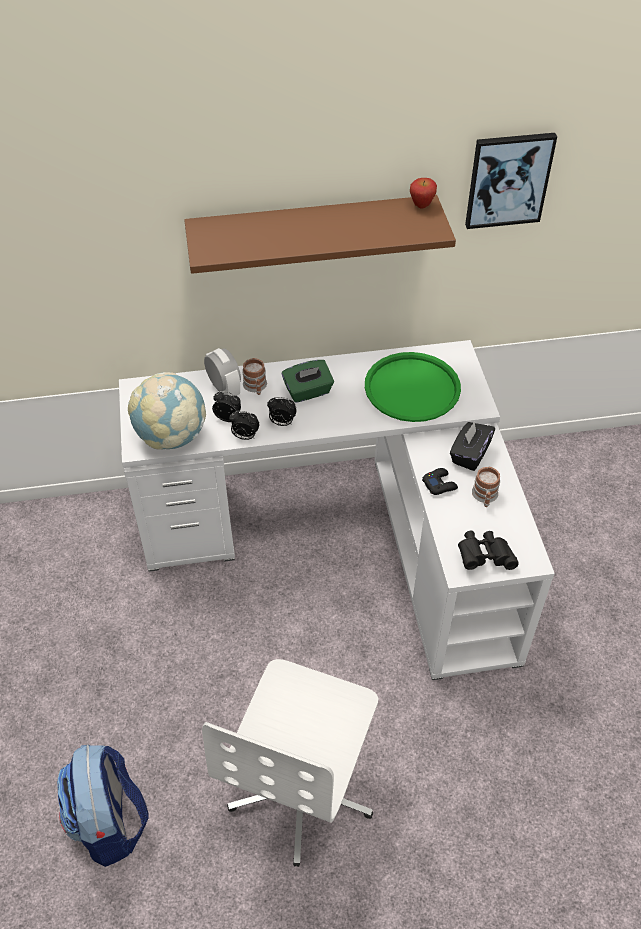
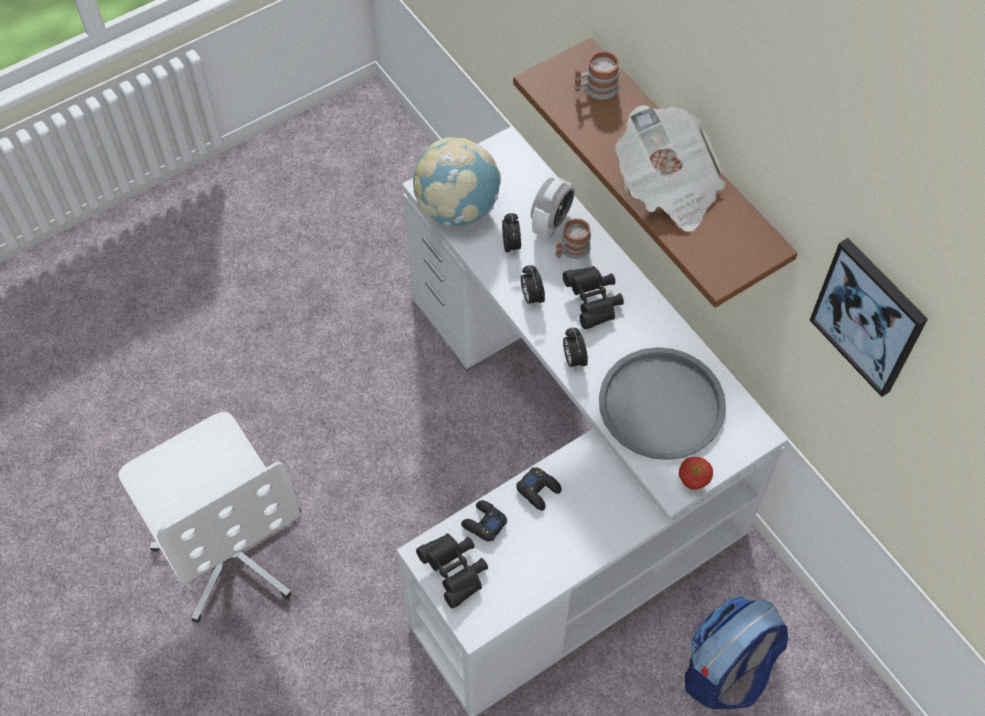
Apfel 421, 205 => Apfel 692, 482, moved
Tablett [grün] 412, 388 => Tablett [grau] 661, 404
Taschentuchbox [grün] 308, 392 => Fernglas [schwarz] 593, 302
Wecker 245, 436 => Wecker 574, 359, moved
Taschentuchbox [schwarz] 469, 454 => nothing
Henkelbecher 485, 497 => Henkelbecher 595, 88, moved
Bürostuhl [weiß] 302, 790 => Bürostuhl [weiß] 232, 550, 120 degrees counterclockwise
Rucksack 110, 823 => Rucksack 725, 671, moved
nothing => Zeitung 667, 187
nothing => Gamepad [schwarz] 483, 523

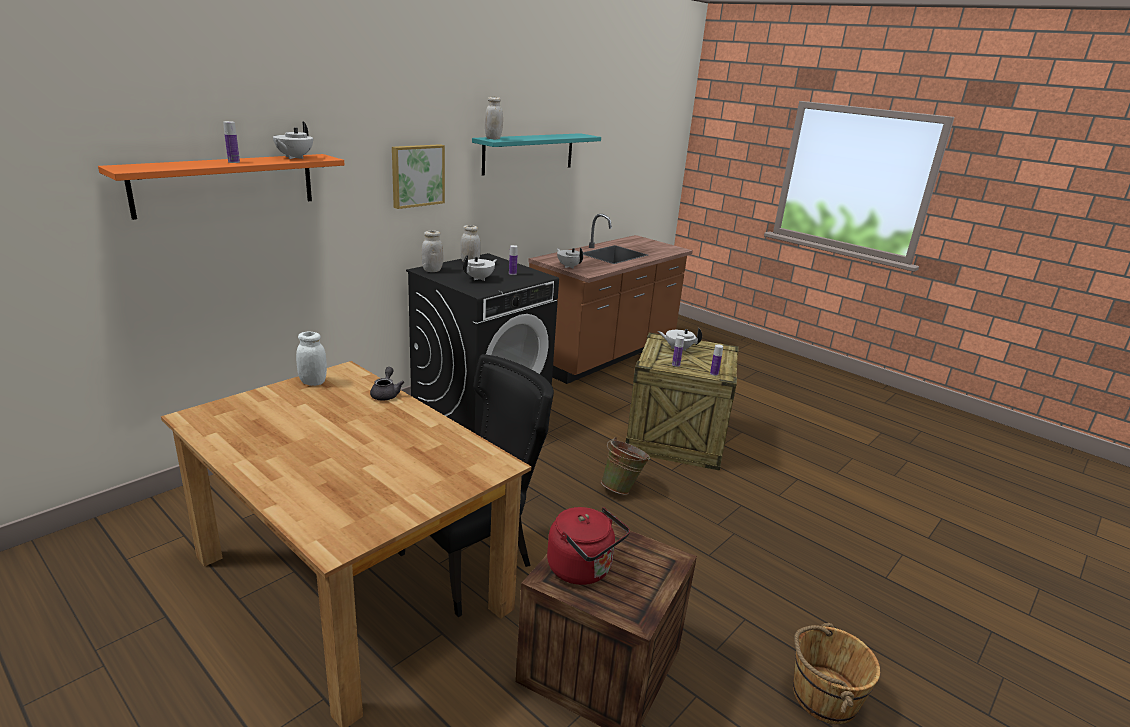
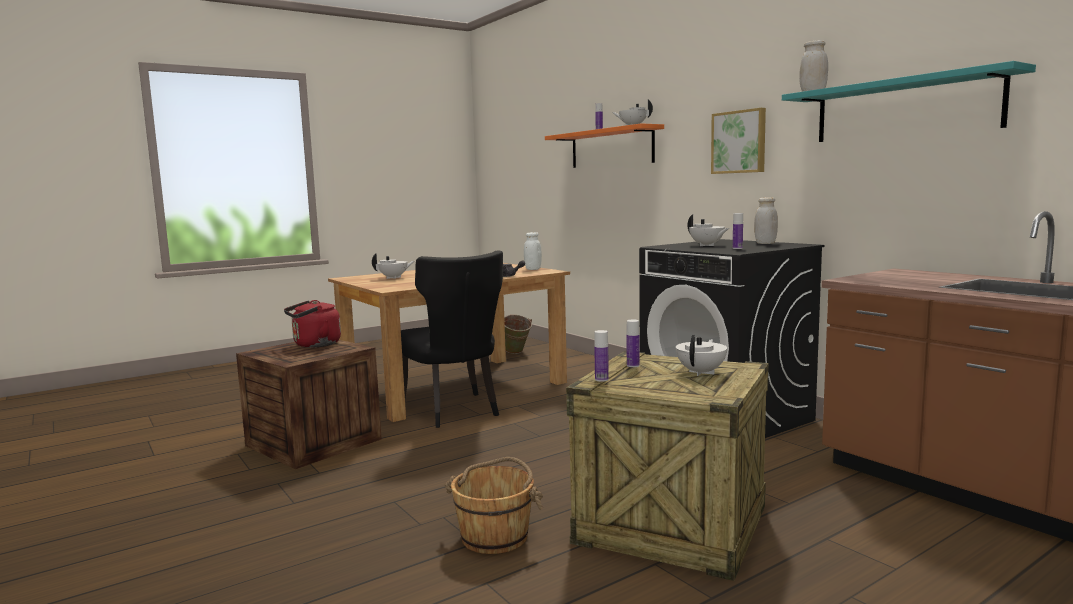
Vorratsglas [weiß] 432, 270 => nothing
Teekanne [weiß] 569, 266 => Teekanne [weiß] 394, 278, moved
Eimer [grün] 622, 488 => Eimer [grün] 516, 353, moved
Eimer [braun] 823, 696 => Eimer [braun] 495, 536, moved

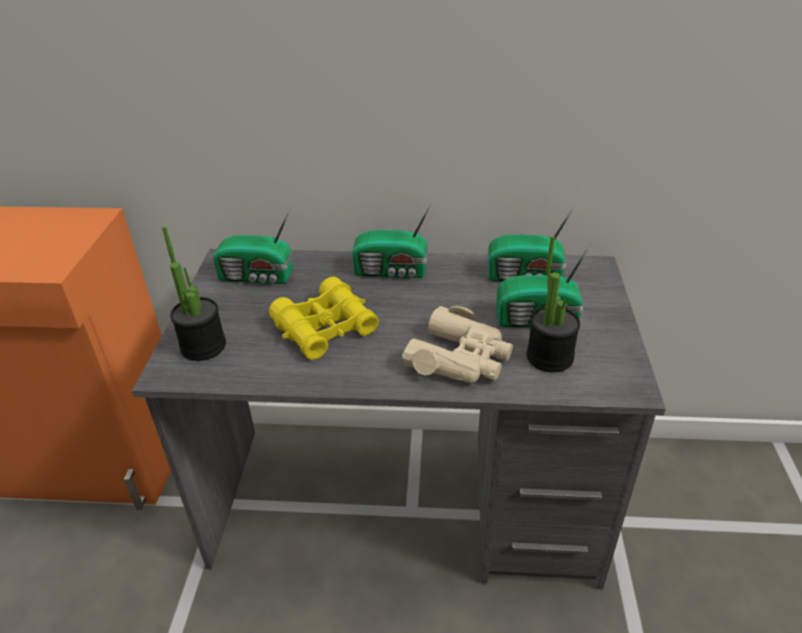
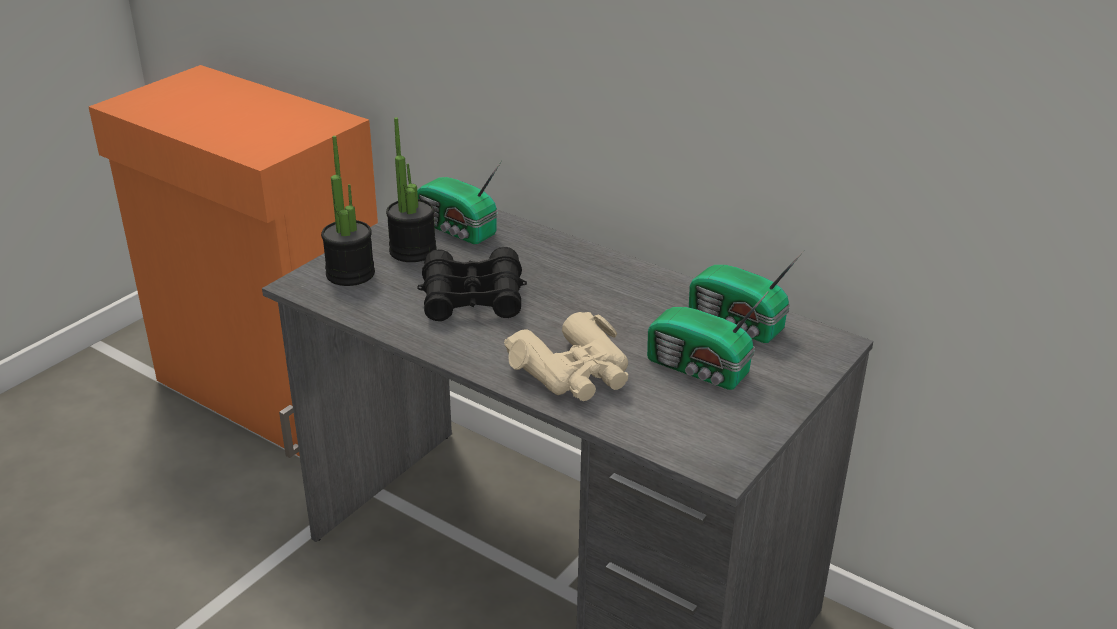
Radio 392, 271 => nothing
Topfpflanze 549, 357 => Topfpflanze 413, 251, moved
Fernglas [gelb] 325, 328 => Fernglas [schwarz] 473, 298

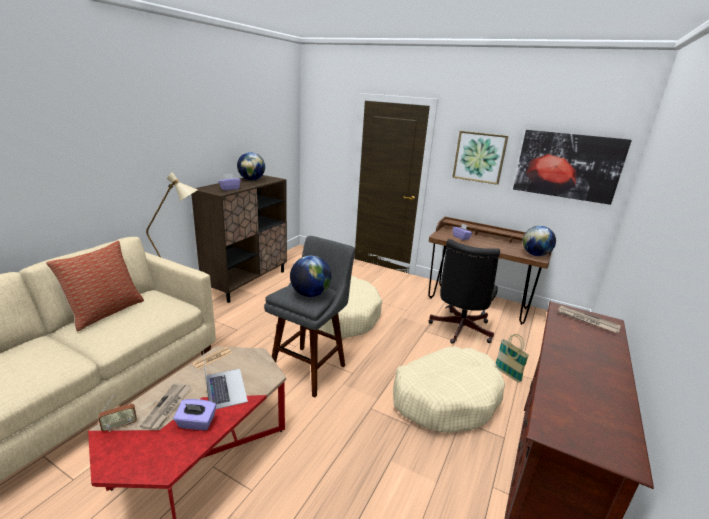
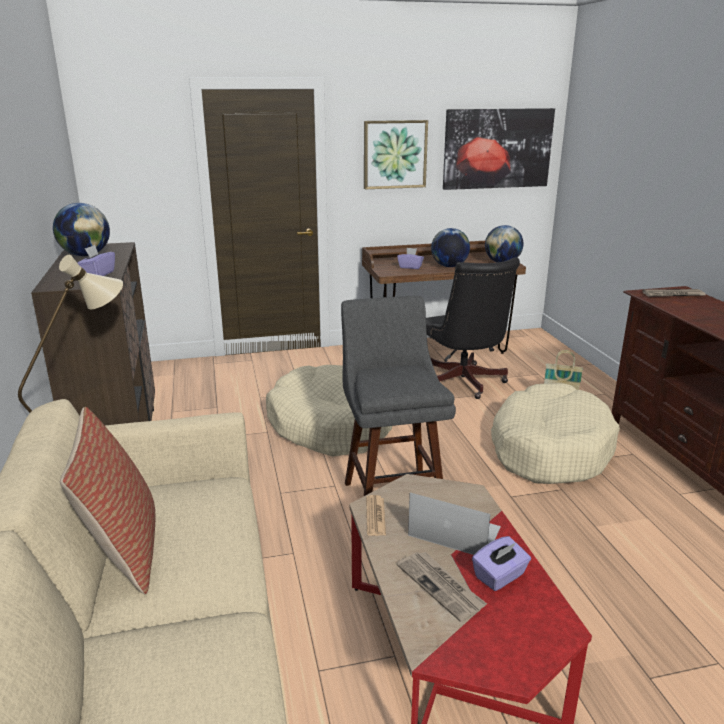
Globus 310, 294 => Globus 449, 266, moved
Radio 120, 426 => nothing

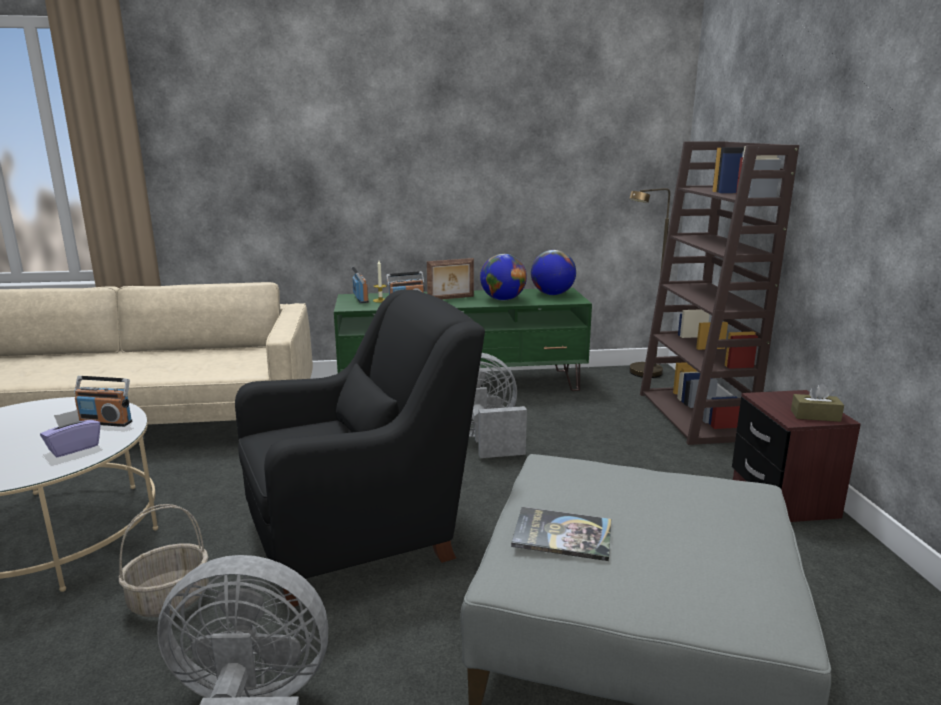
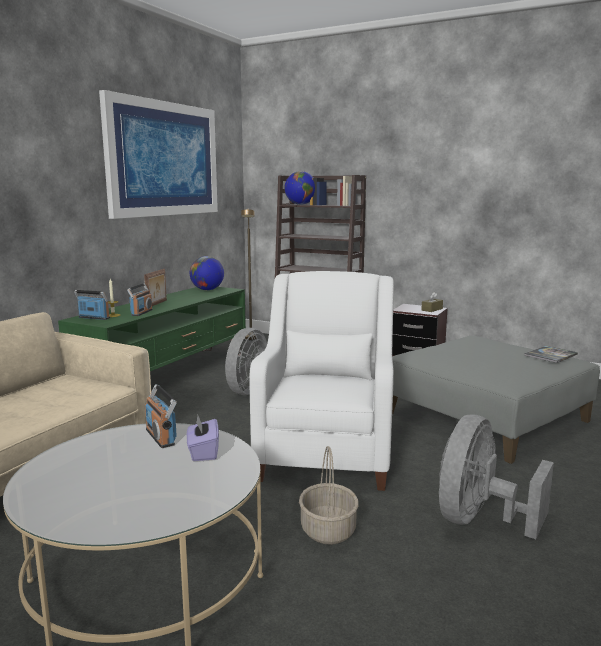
Globus 503, 299 => Globus 300, 204, moved
Sessel [schwarz] 361, 535 => Sessel [weiß] 326, 452
Radio 106, 422 => Radio 161, 437, 105 degrees clockwise
Buch 562, 535 => Buch 550, 355, moved
nothing => Bild 164, 159

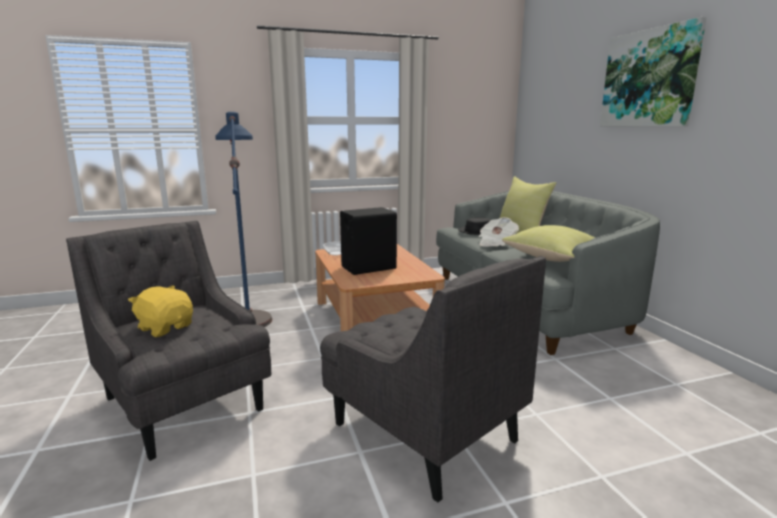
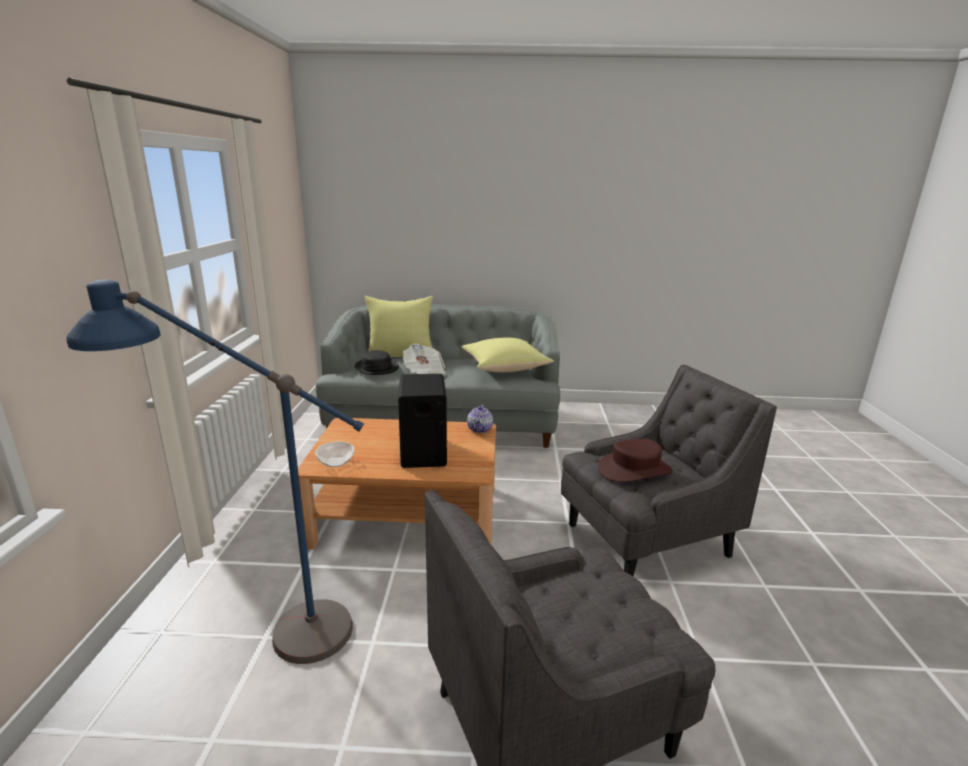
Bild 649, 78 => nothing
Plüschtier [gelb] 166, 327 => nothing
nothing => Teekanne 480, 429
nothing => Hut [braun] 634, 469

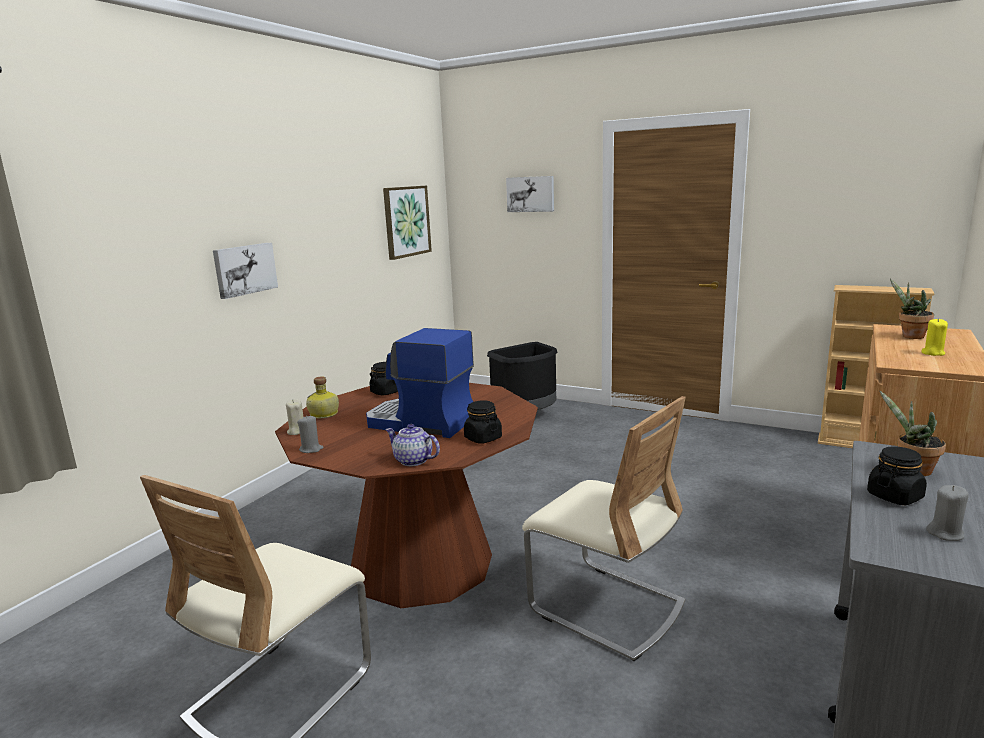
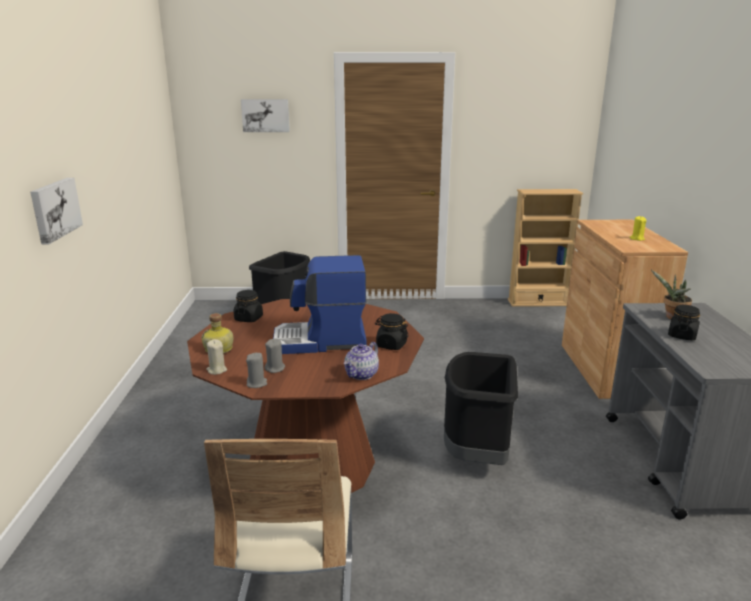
Bild 406, 221 => nothing
Topfpflanze 909, 336 => nothing
Stuhl [beige] 606, 607 => Mülleimer [schwarz] 476, 456
Teekanne 412, 460 => Teekanne 362, 374, 60 degrees counterclockwise
Kerze [grau] 945, 533 => Kerze [grau] 275, 368, moved

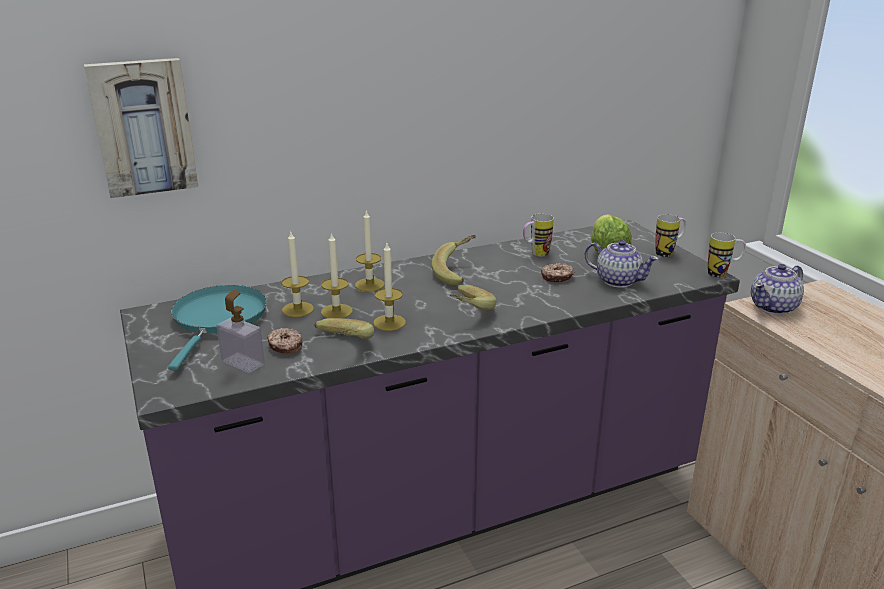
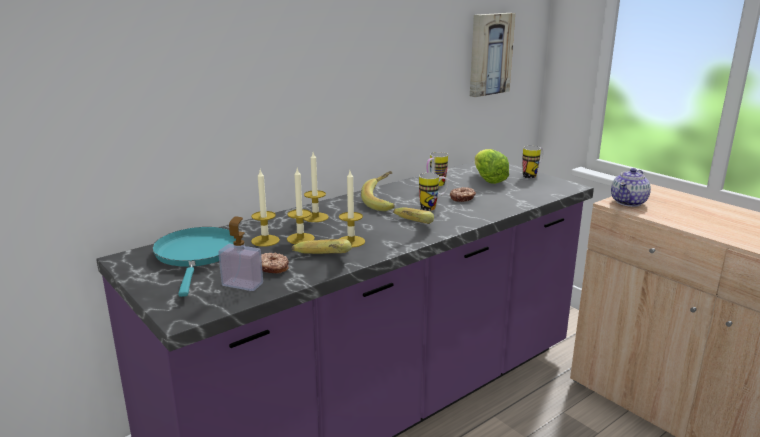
Bild 143, 127 => Bild 489, 54, moved
Henkelbecher 722, 274 => Henkelbecher 433, 208, moved
Teekanne 617, 280 => nothing

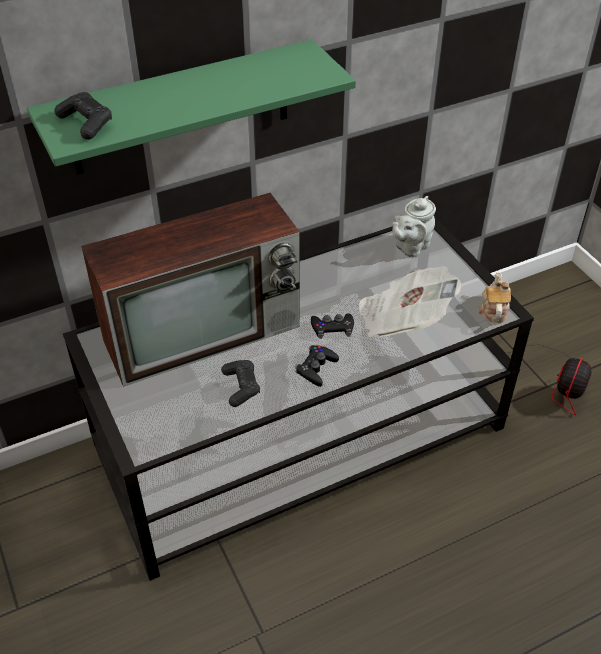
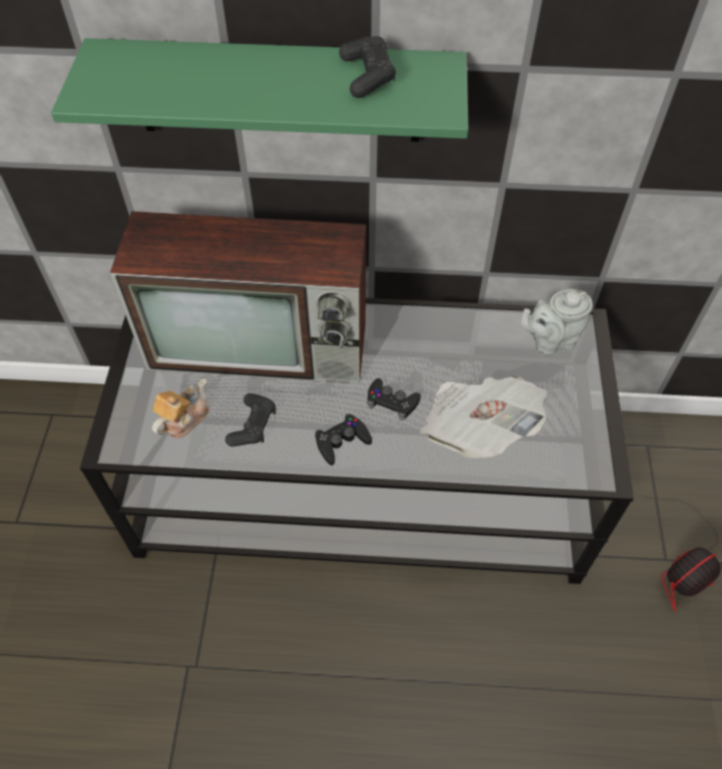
Gamepad [schwarz] 86, 123 => Gamepad [schwarz] 367, 76, moved
Teekanne 493, 310 => Teekanne 184, 418, moved

